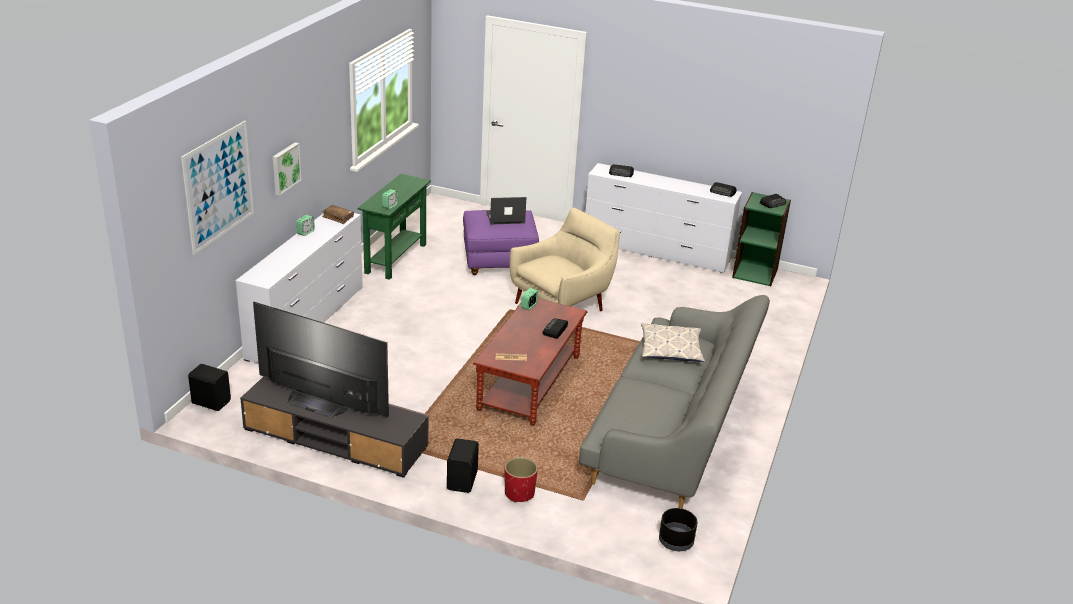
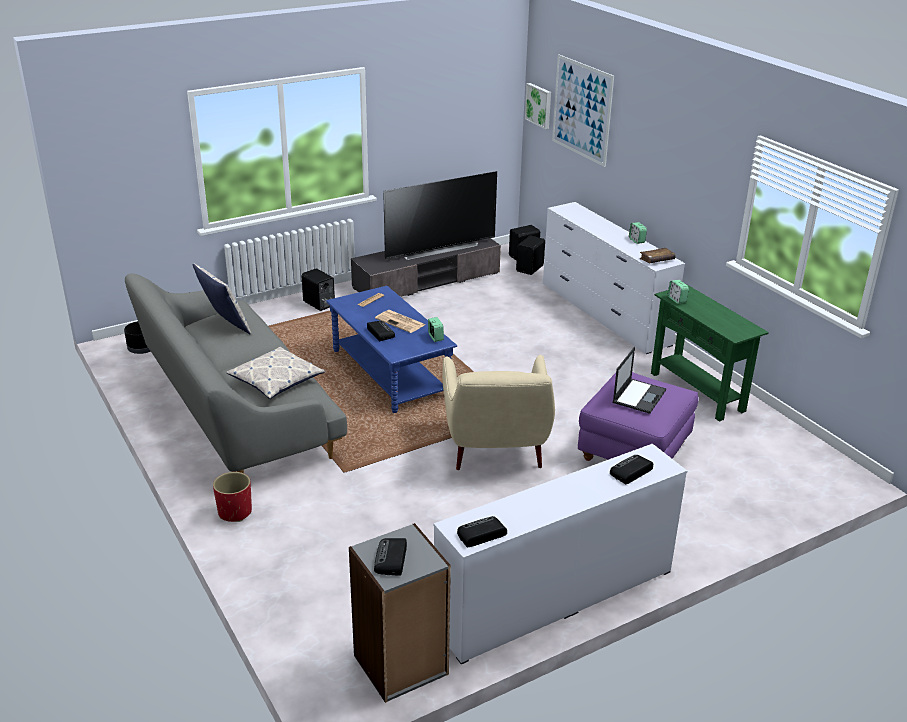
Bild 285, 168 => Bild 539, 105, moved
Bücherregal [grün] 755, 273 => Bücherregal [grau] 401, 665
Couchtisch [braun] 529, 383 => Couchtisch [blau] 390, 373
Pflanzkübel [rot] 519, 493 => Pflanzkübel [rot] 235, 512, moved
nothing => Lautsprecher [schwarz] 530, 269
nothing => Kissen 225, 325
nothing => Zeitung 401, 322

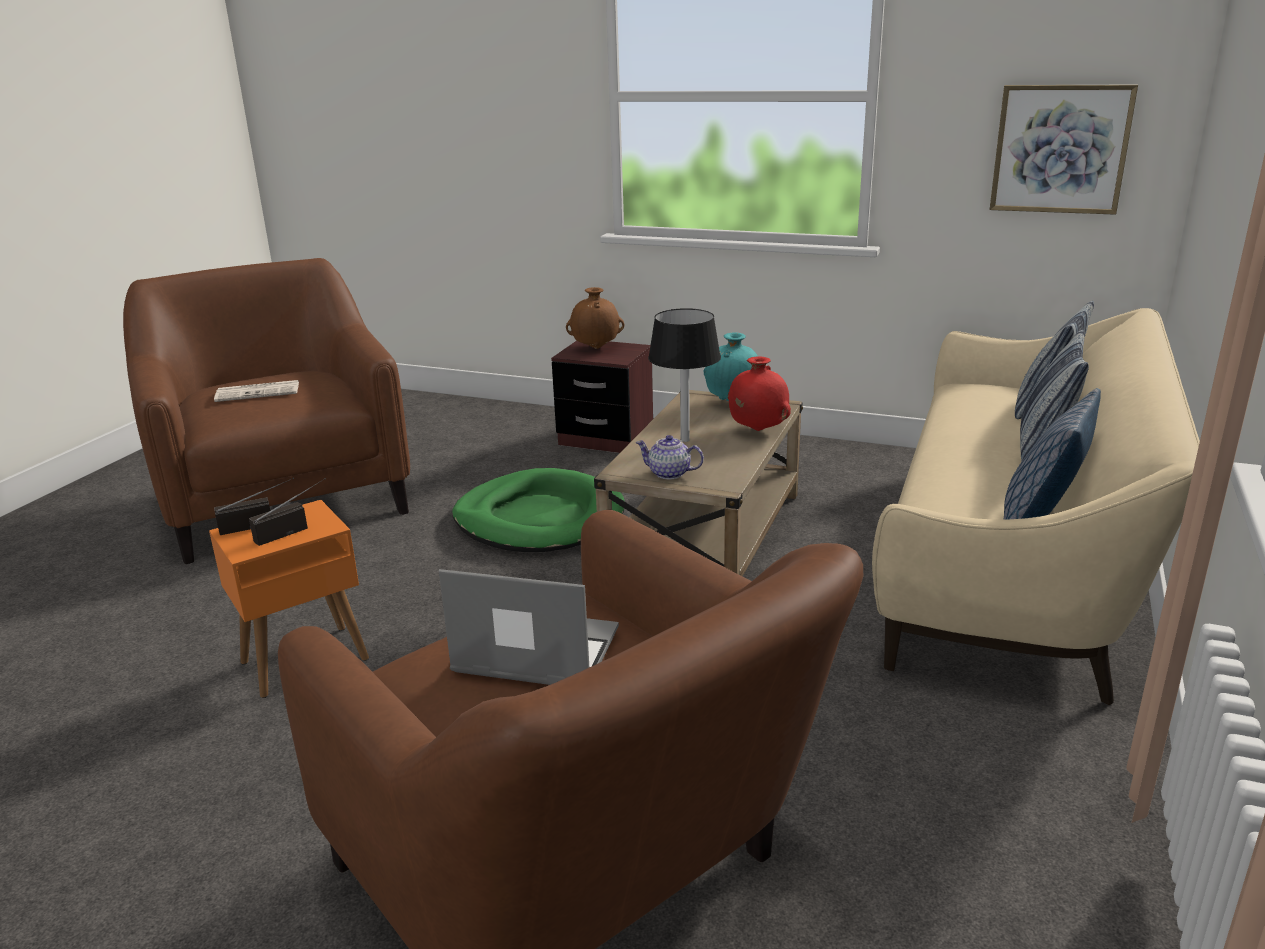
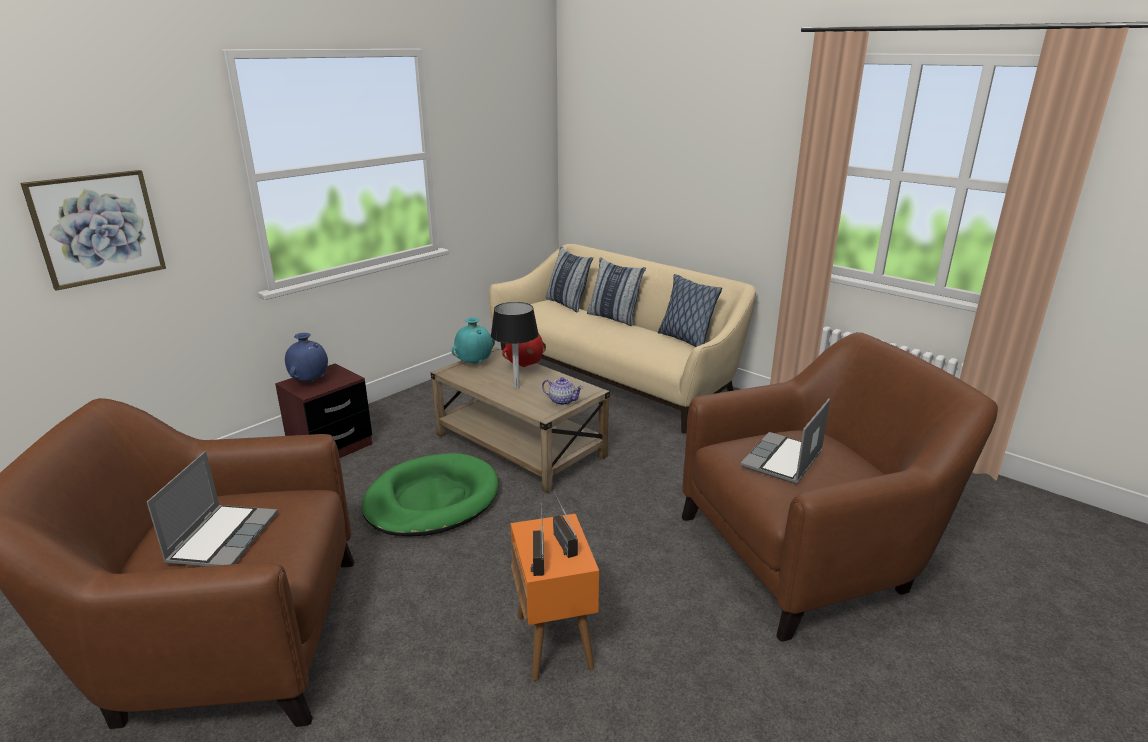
Bild 1060, 149 => Bild 97, 228, moved
Vase [braun] 596, 348 => Vase [blau] 310, 381
Zeitung 259, 392 => Laptop 223, 537
Teekanne 669, 473 => Teekanne 562, 401, 105 degrees counterclockwise

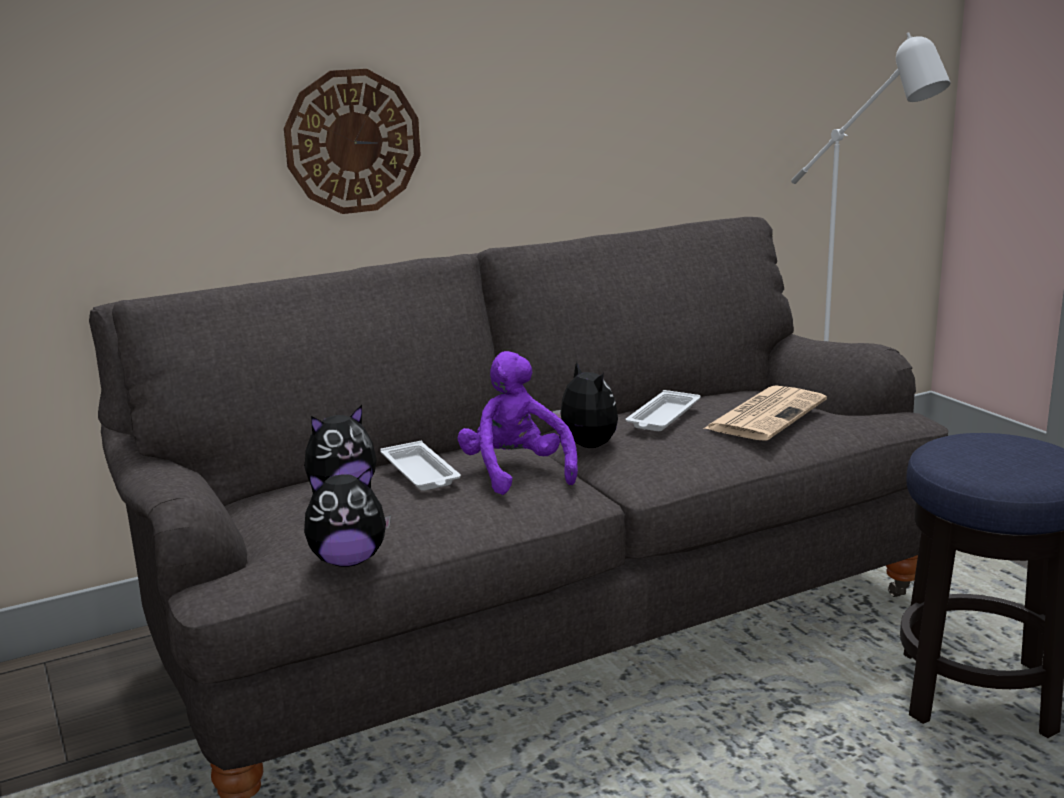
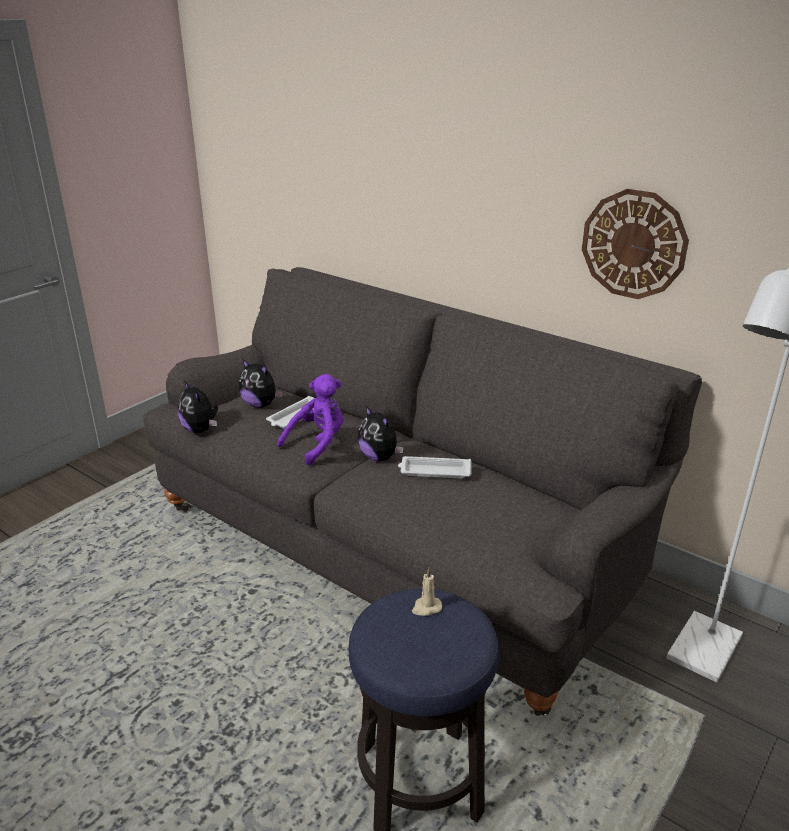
Wanduhr 353, 141 => Wanduhr 633, 244, moved
Plüschtier 585, 446 => Plüschtier 379, 457, 105 degrees clockwise
Zeitung 766, 414 => nothing
nothing => Kerze [beige] 426, 608

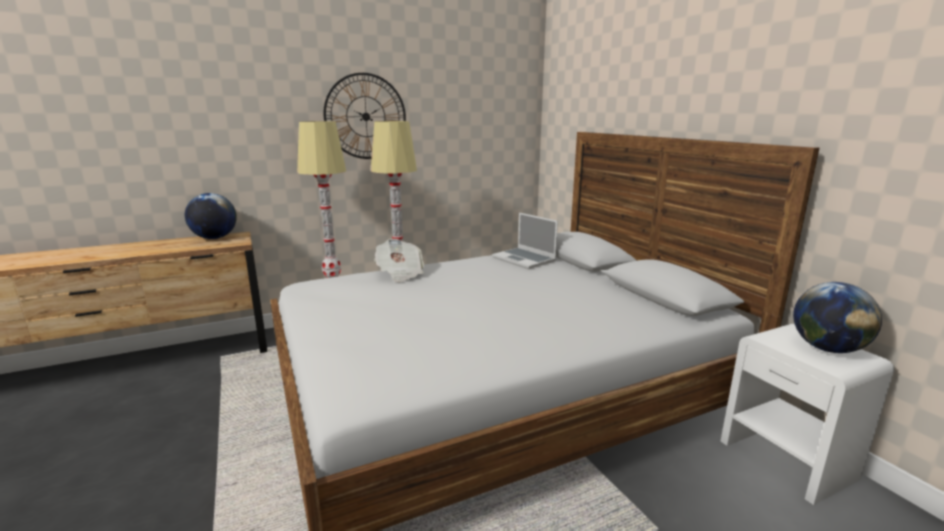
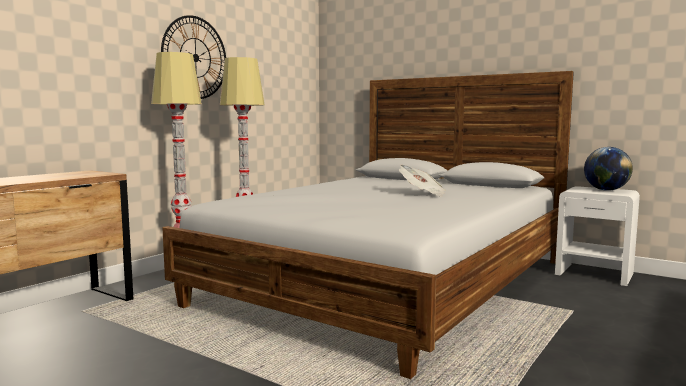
Globus 215, 238 => nothing
Laptop 525, 259 => nothing
Zeitung 400, 273 => Zeitung 422, 194, moved

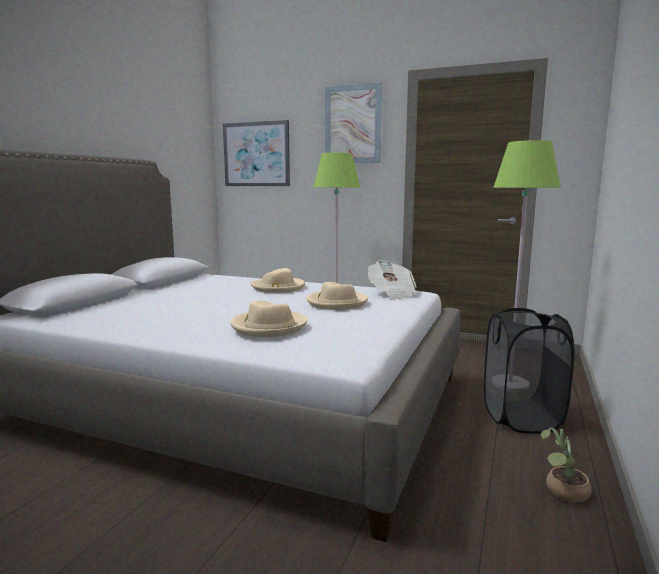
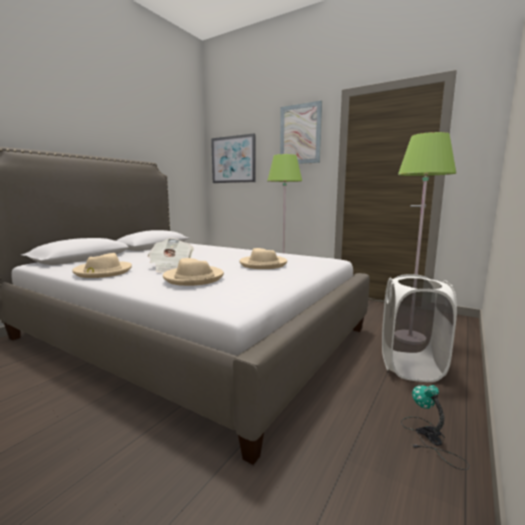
Zeitung 391, 293 => Zeitung 171, 267, moved
Hut [beige] 278, 287 => Hut [beige] 103, 272, moved
Wäschekorb [schwarz] 521, 417 => Wäschekorb [weiß] 410, 366
Topfpflanze 562, 493 => Tischlampe 429, 439

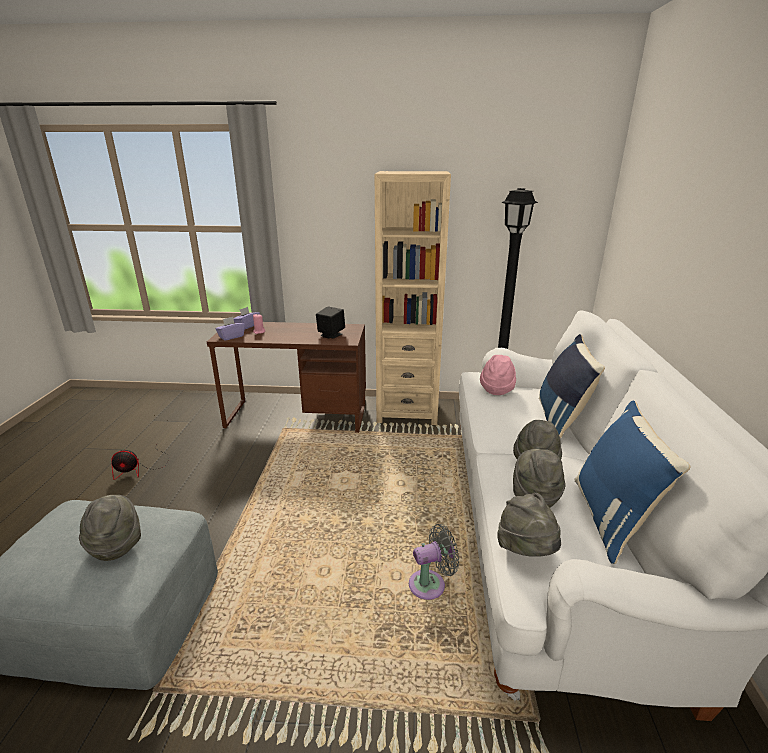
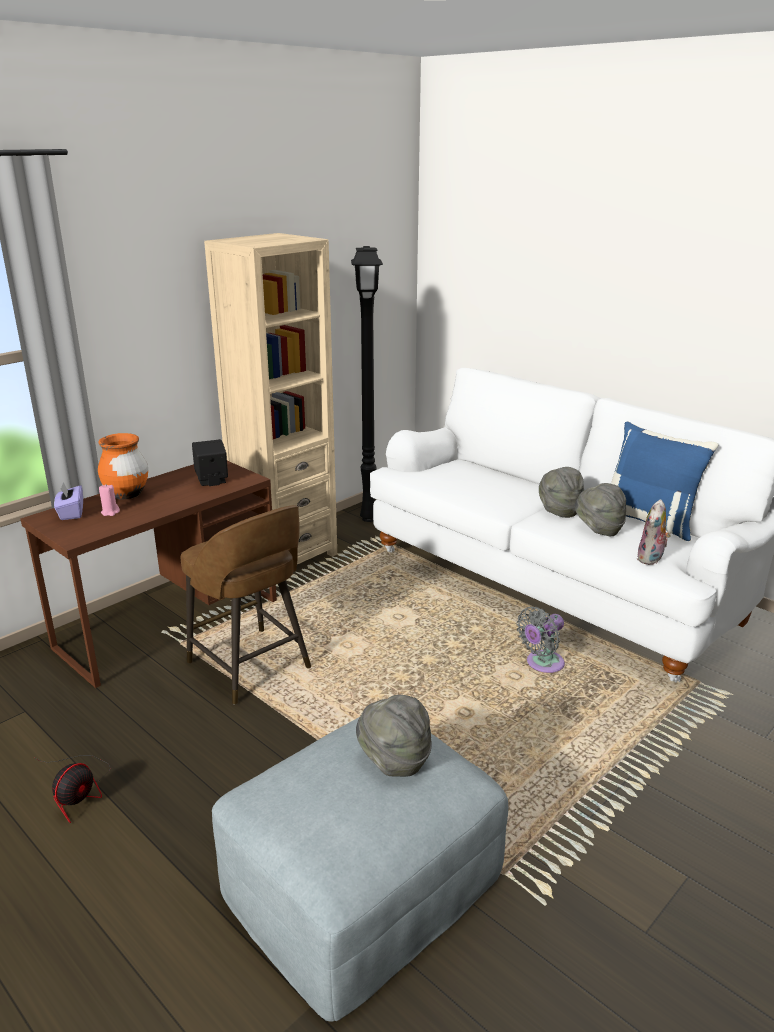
Taschentuchbox [lila] 231, 337 => nothing
Kissen [blau] 561, 421 => nothing
Hut [rosa] 497, 389 => nothing
Hut [grau] 526, 550 => Plüschtier 651, 559
Ventilator [grau] 431, 584 => Ventilator [grau] 542, 664, 150 degrees counterclockwise
nothing => Vase [orange] 127, 495
nothing => Hocker [braun] 251, 667

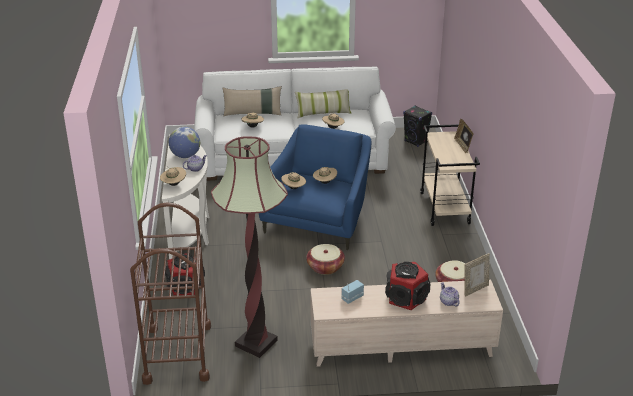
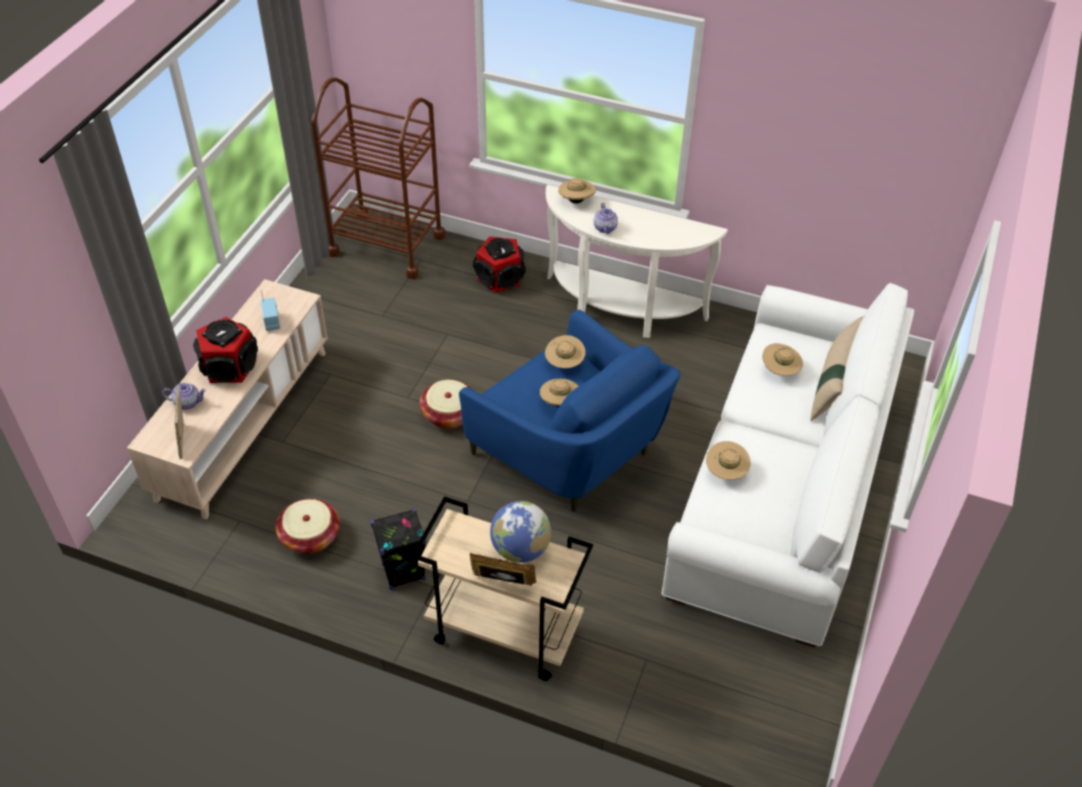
Kissen 323, 113 => nothing
Lautsprecher [schwarz] 416, 141 => Lautsprecher [schwarz] 403, 572, moved
Globus 185, 156 => Globus 520, 549, moved
Stehlampe 256, 343 => nothing

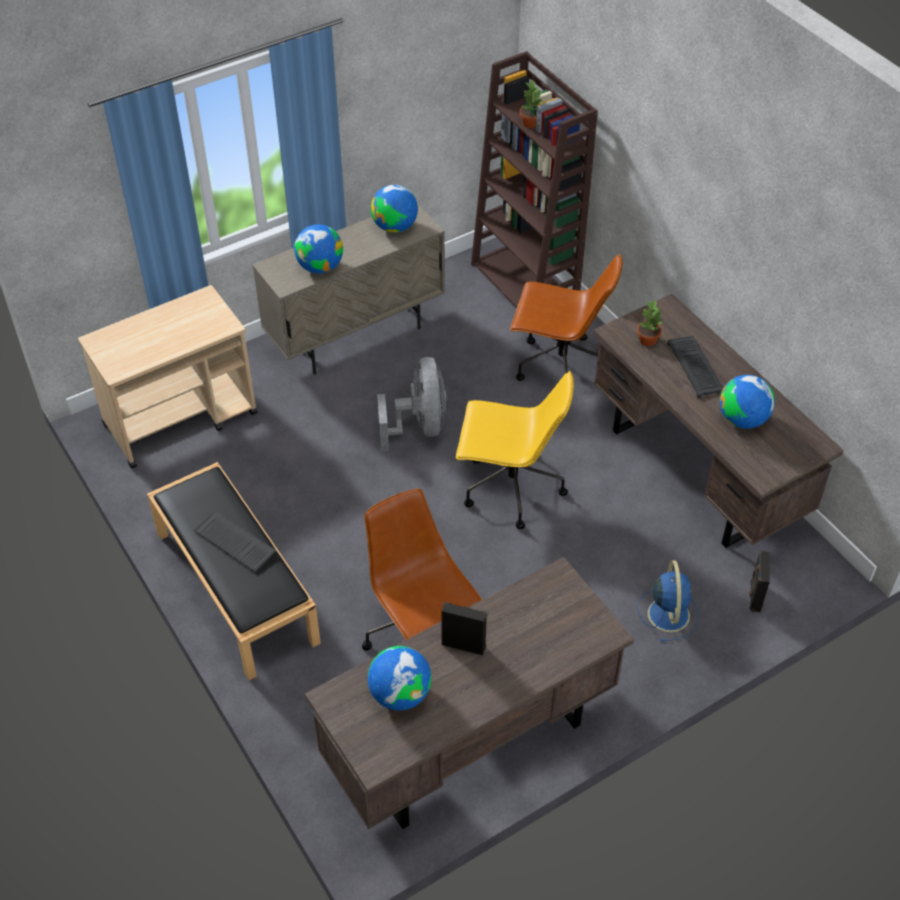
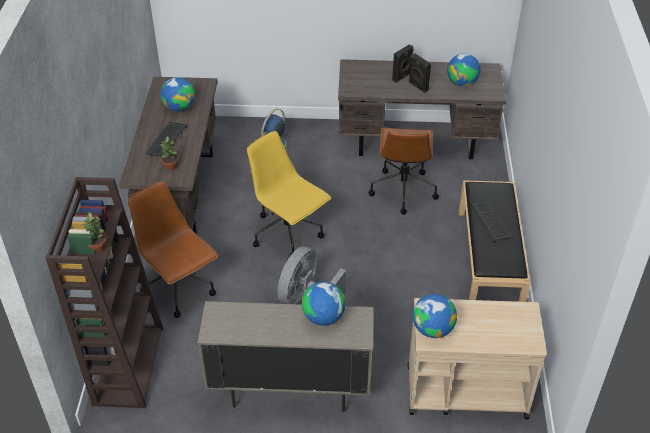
Globus 395, 227 => Globus 432, 329, moved
Lautsprecher [schwarz] 754, 596 => Lautsprecher [schwarz] 402, 77, moved

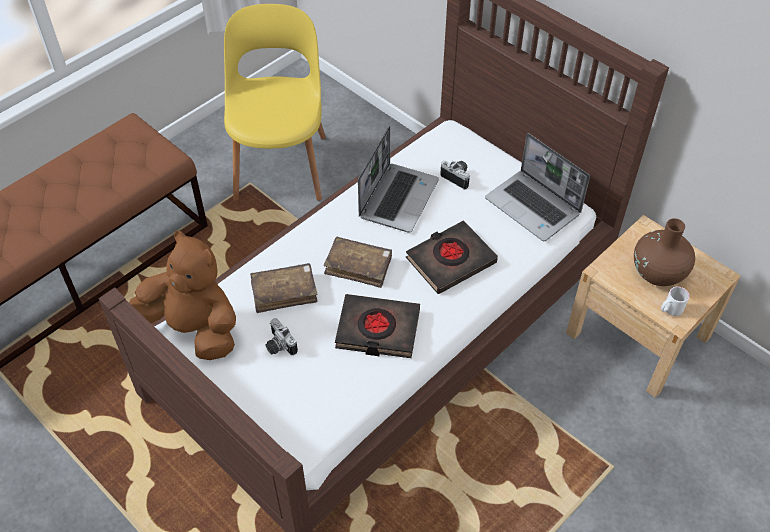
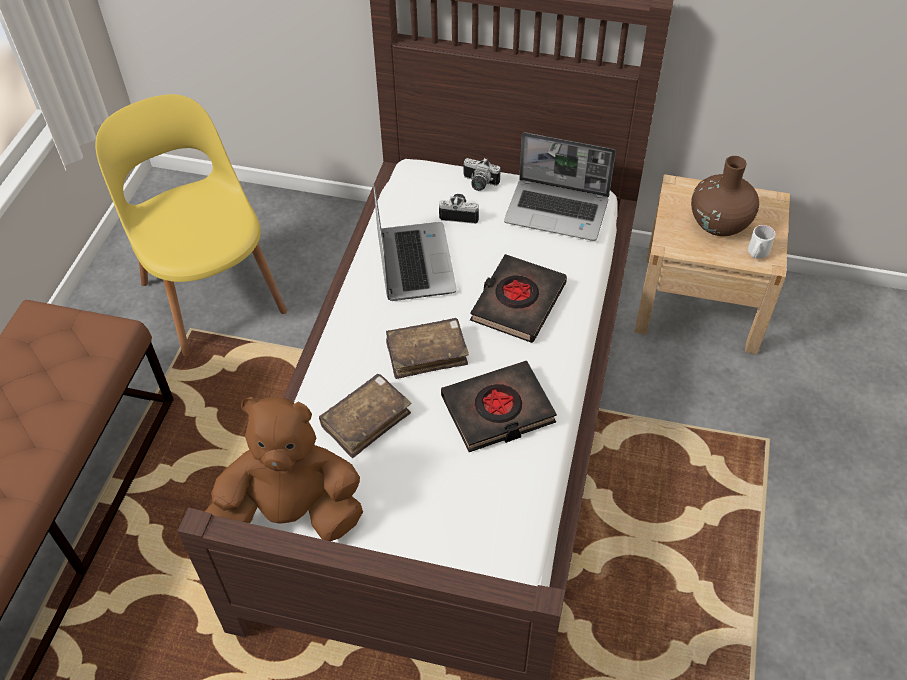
Kamera 278, 346 => Kamera 479, 184, moved

